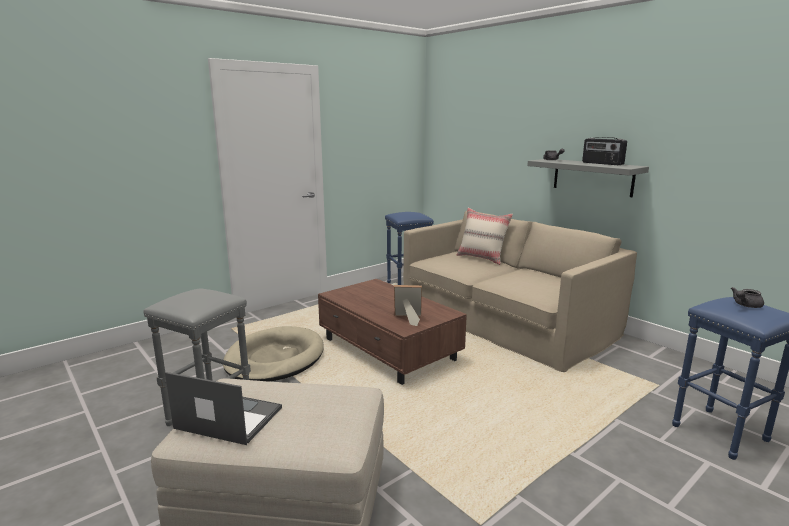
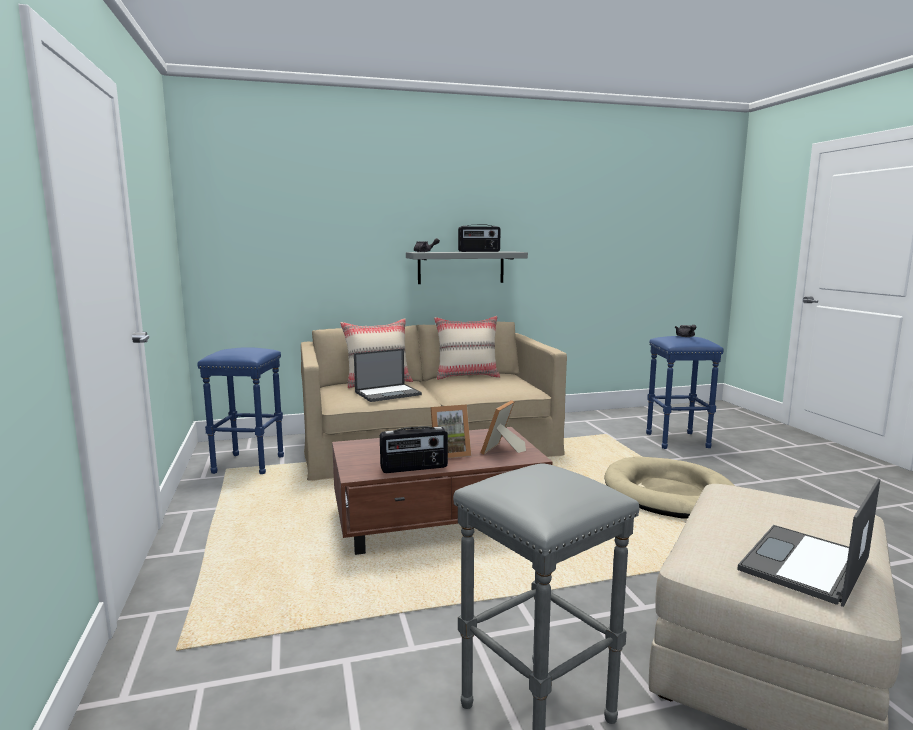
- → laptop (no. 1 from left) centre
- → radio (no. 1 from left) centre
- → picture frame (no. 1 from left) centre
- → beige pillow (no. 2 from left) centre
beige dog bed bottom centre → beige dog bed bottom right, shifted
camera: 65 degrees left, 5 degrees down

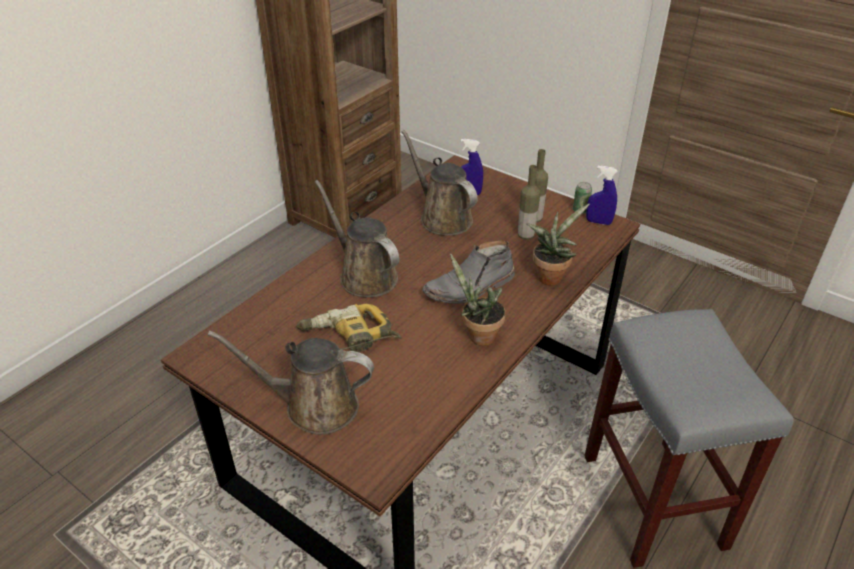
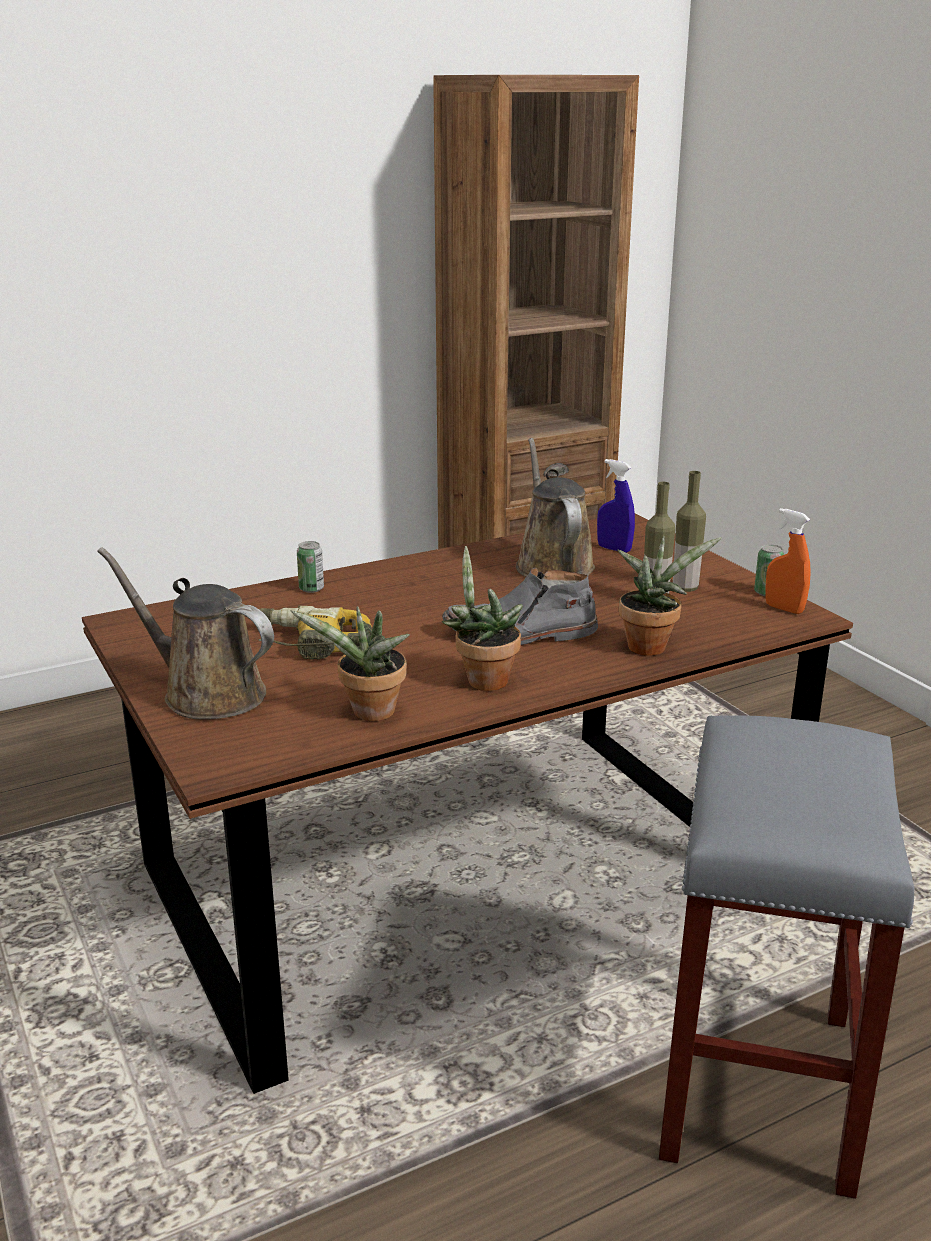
- → potted plant (no. 1 from left) centre
- → can (no. 1 from left) middle left
blue spray bottle (no. 2 from left) middle right → orange spray bottle middle right
brown watering can (no. 2 from left) centre → -
camera: 25 degrees right, 15 degrees down

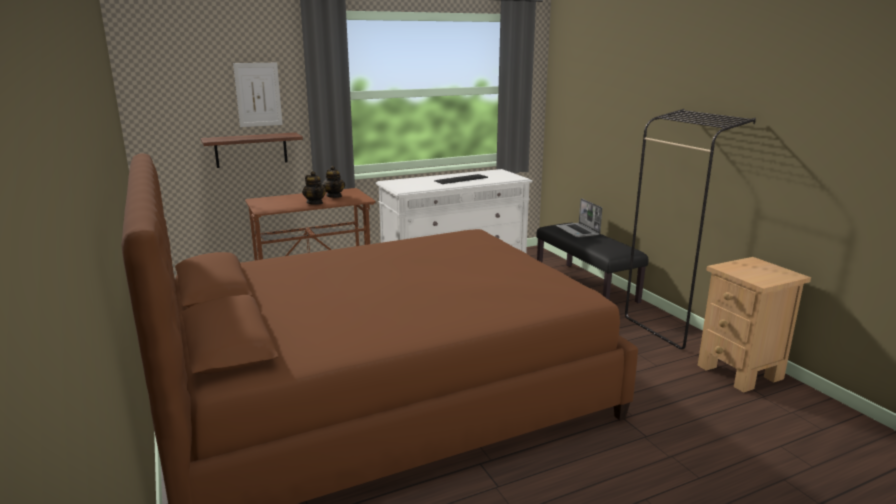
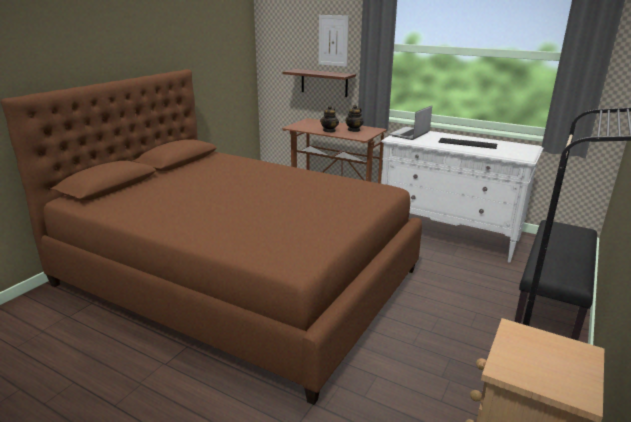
laptop centre → laptop top centre, shifted
camera: 55 degrees right, 5 degrees up

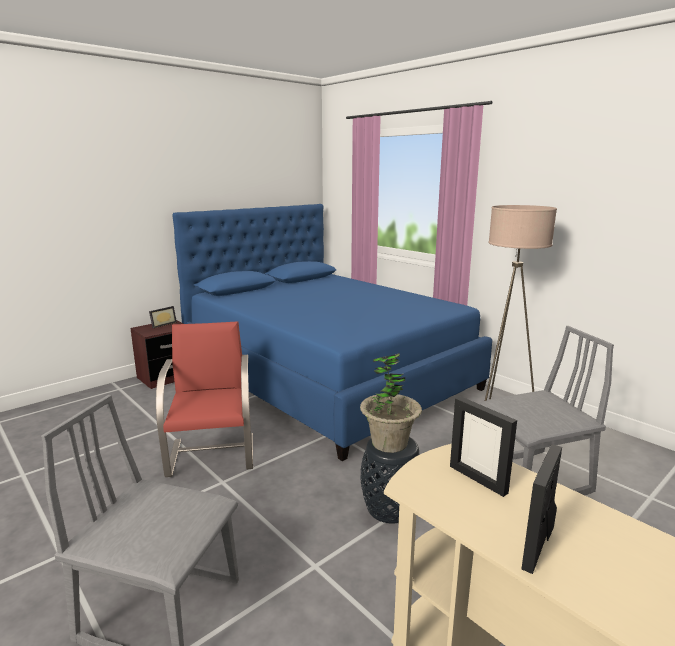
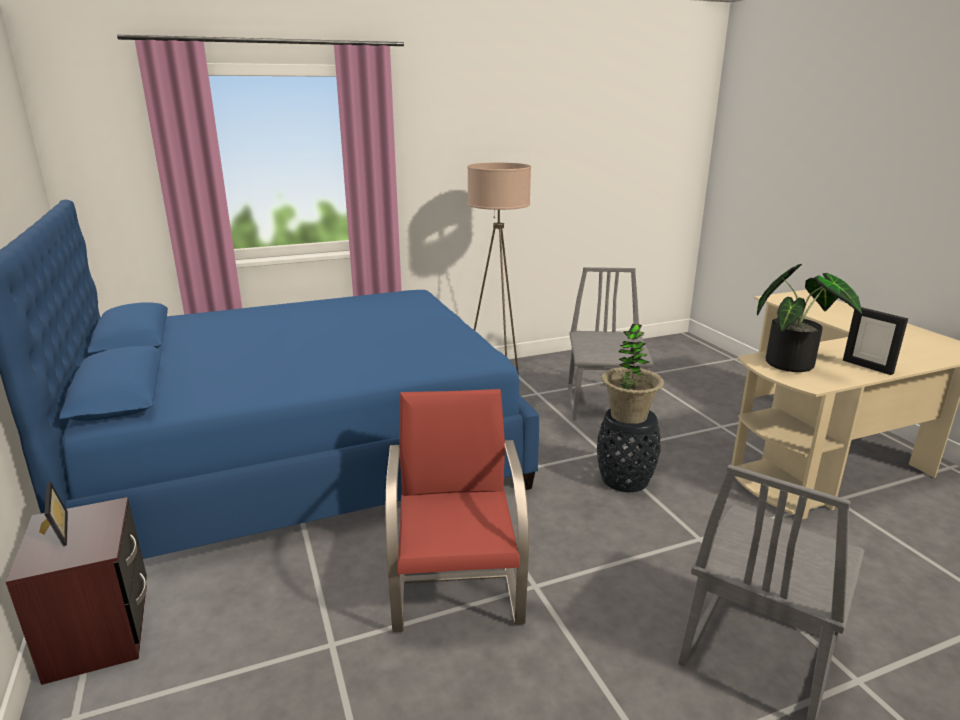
red chair middle left → red chair bottom centre, 75 degrees clockwise
picture frame (no. 2 from left) bottom right → potted plant (no. 2 from left) middle right
camera: 70 degrees left, 5 degrees up

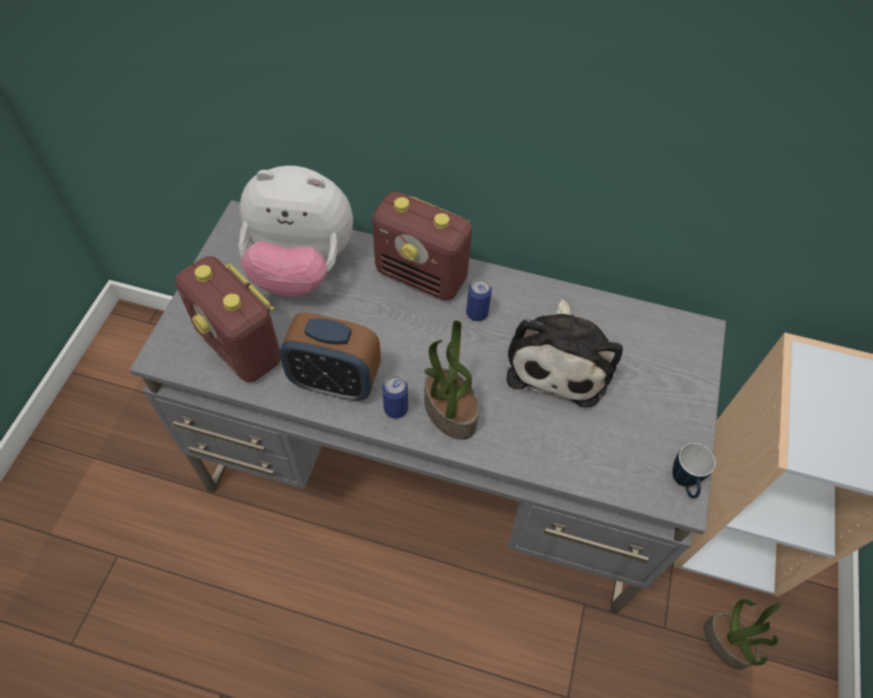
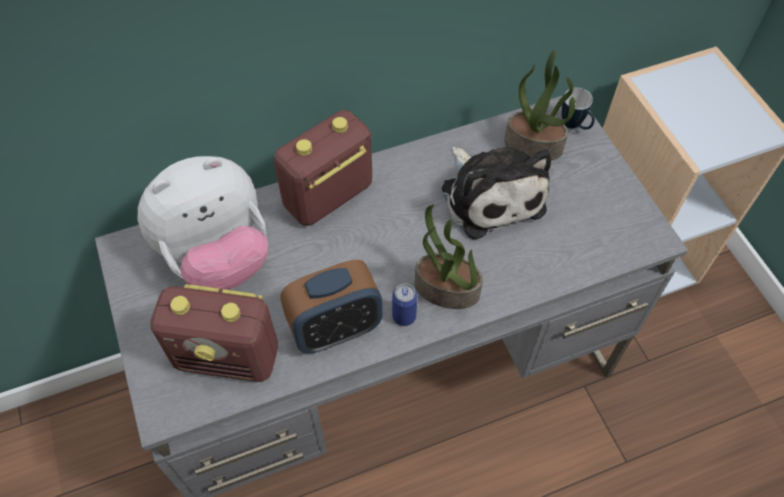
radio (no. 2 from left) centre, 150 degrees clockwise
potted plant (no. 2 from left) bottom right → potted plant (no. 2 from left) top right, shifted
mug bottom right → mug top right, shifted
can (no. 2 from left) centre → -
camera: 35 degrees left, 0 degrees up

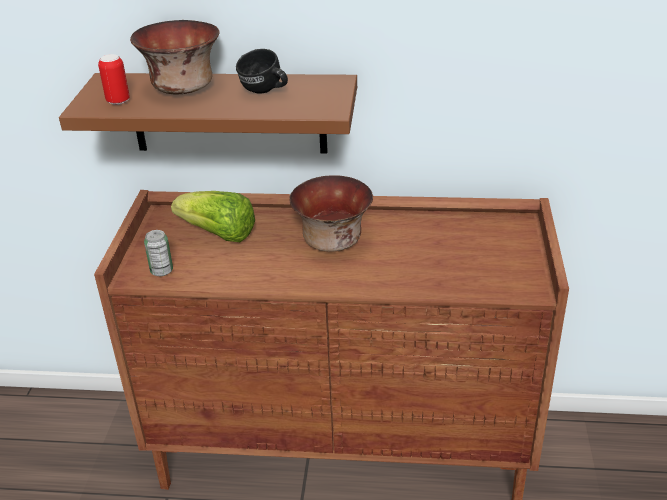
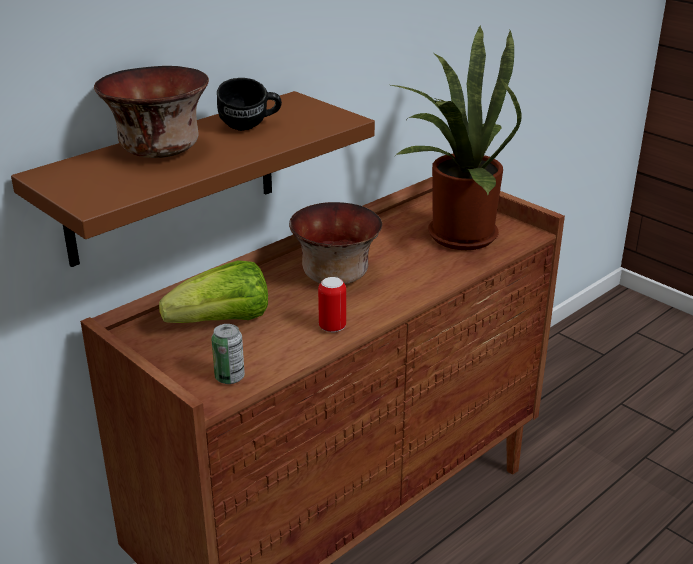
can (no. 1 from left in the first image) top left → can (no. 2 from left) centre, shifted
- → potted plant top centre
camera: 50 degrees left, 5 degrees down

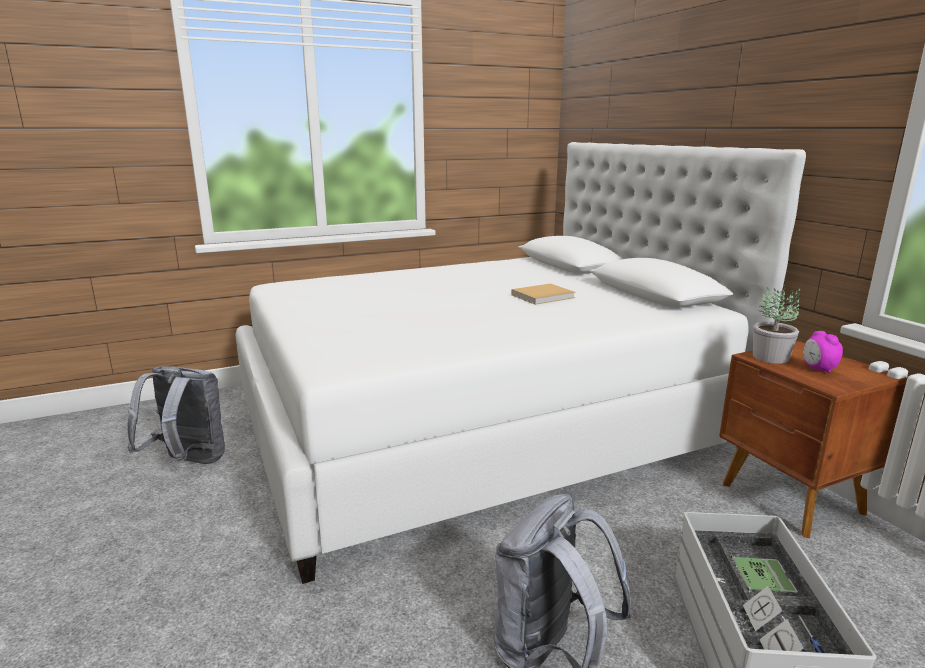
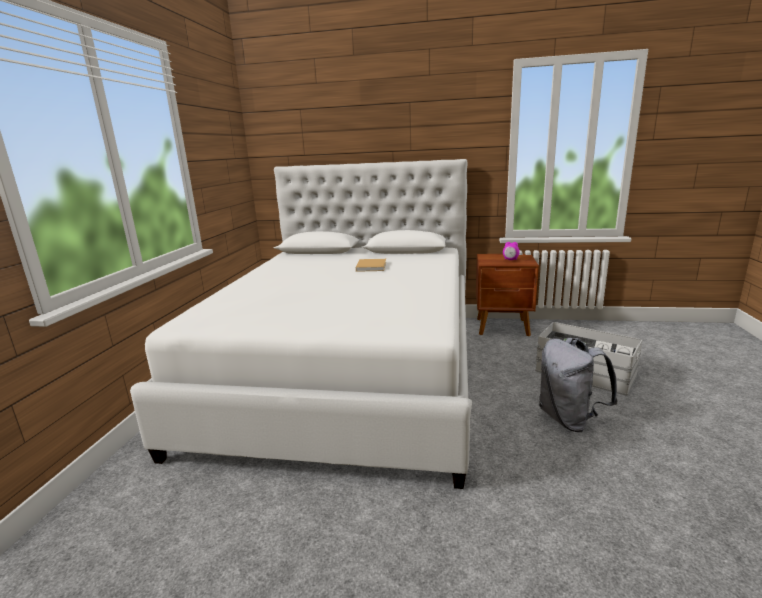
grey backpack (no. 1 from left) middle left → -
potted plant middle right → -
camera: 55 degrees left, 0 degrees up

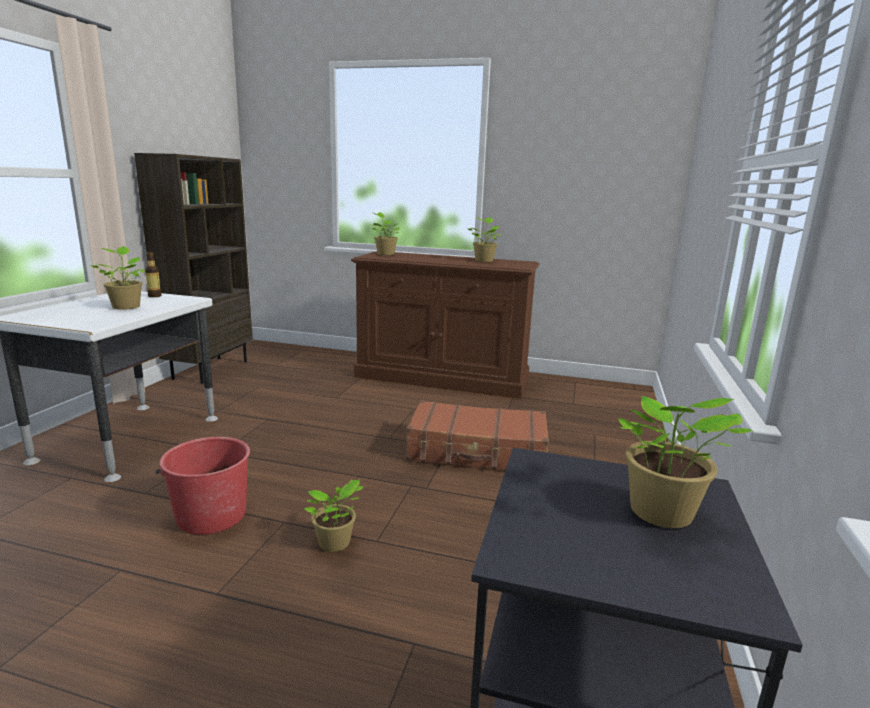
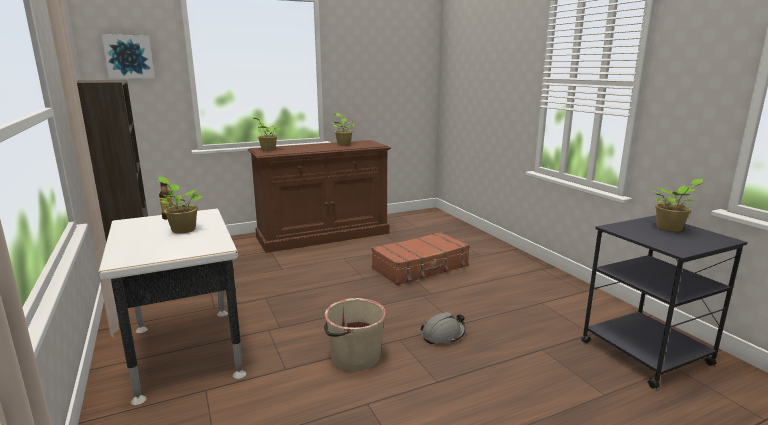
- → picture top left
red bucket bottom left → beige bucket bottom centre
potted plant (no. 2 from left) bottom centre → grey hard hat bottom centre
camera: 40 degrees left, 0 degrees up

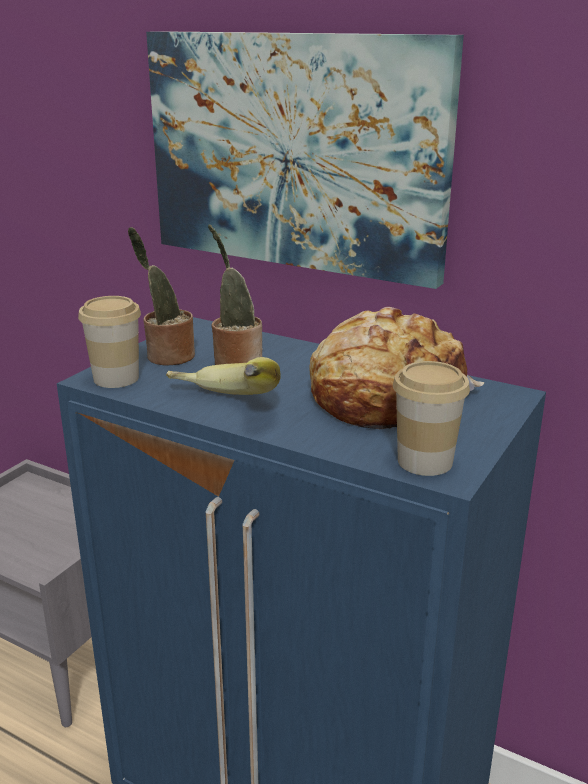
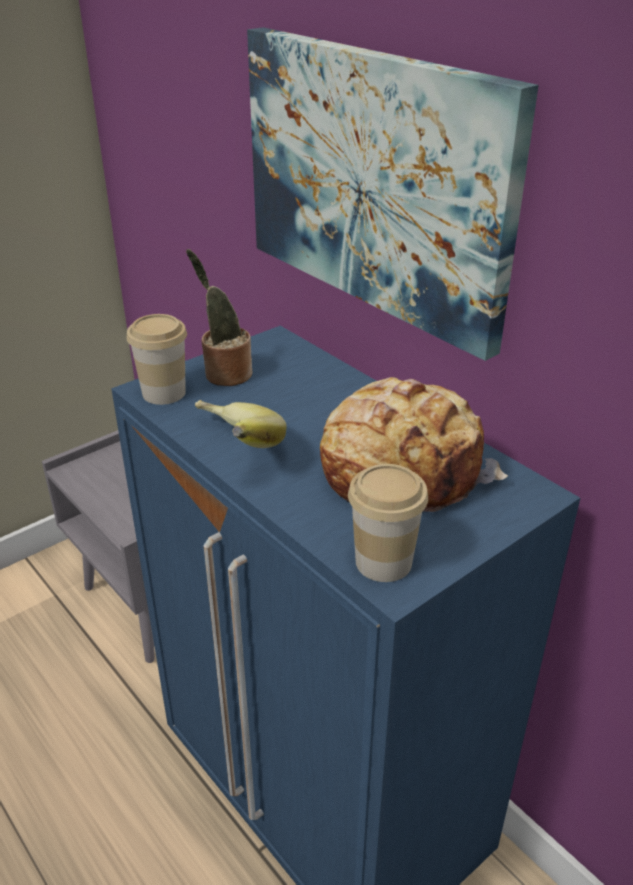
potted plant (no. 2 from left) centre → -
camera: 20 degrees right, 10 degrees up

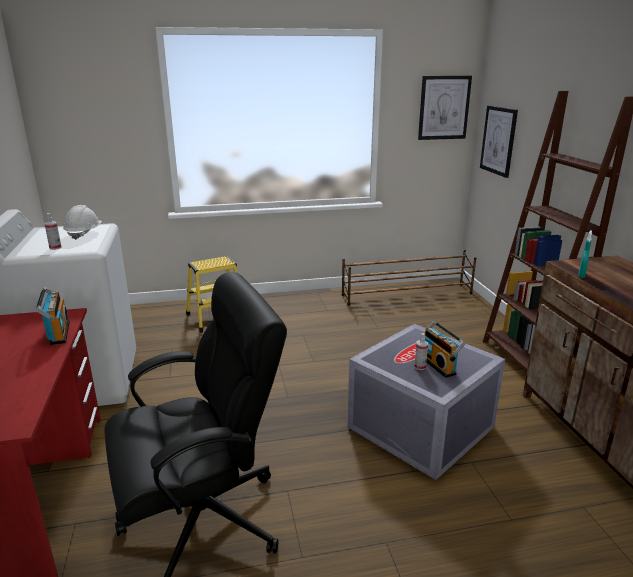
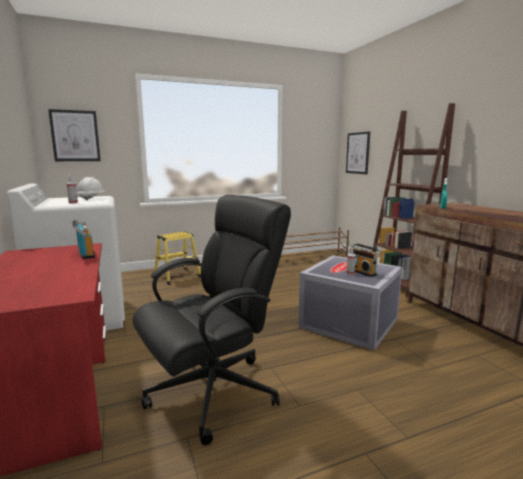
picture (no. 1 from left) top right → picture (no. 1 from left) top left, shifted
camera: 10 degrees left, 10 degrees down

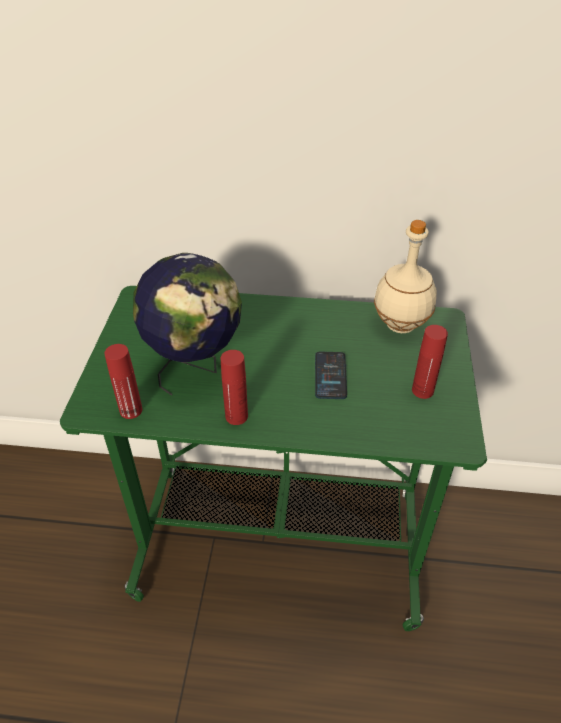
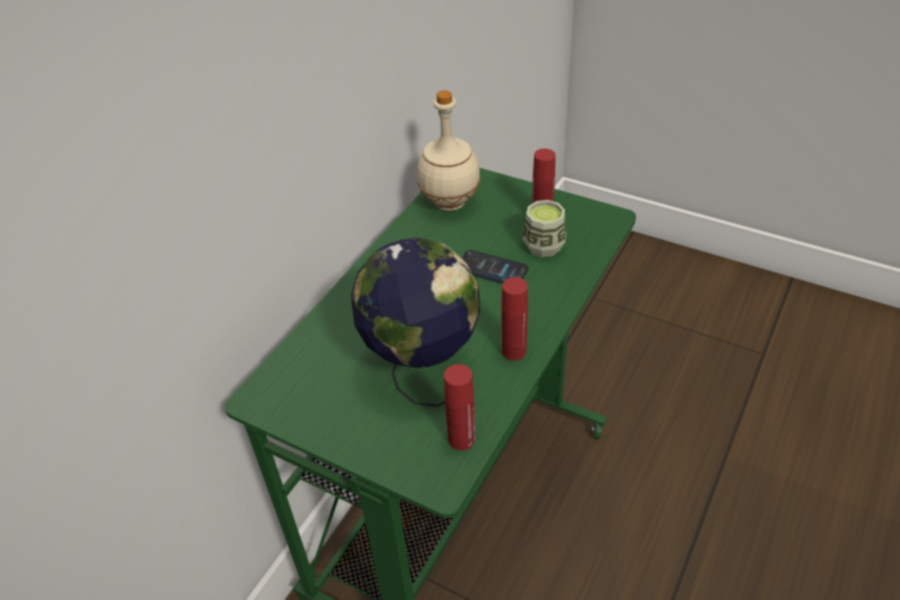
- → cup centre
camera: 65 degrees left, 0 degrees up

